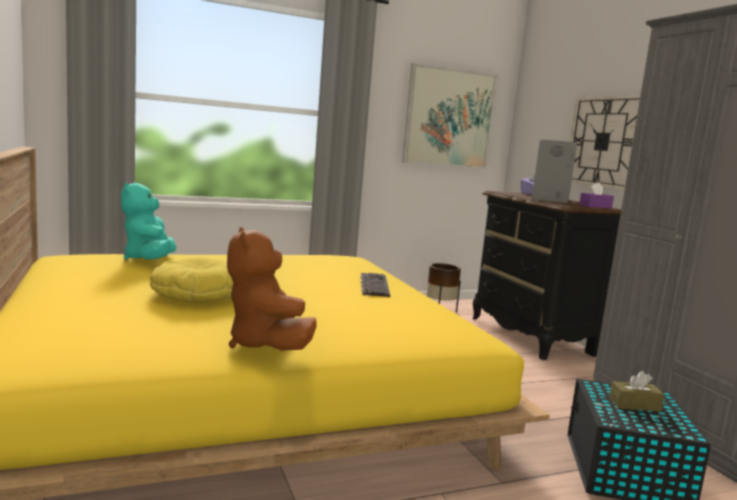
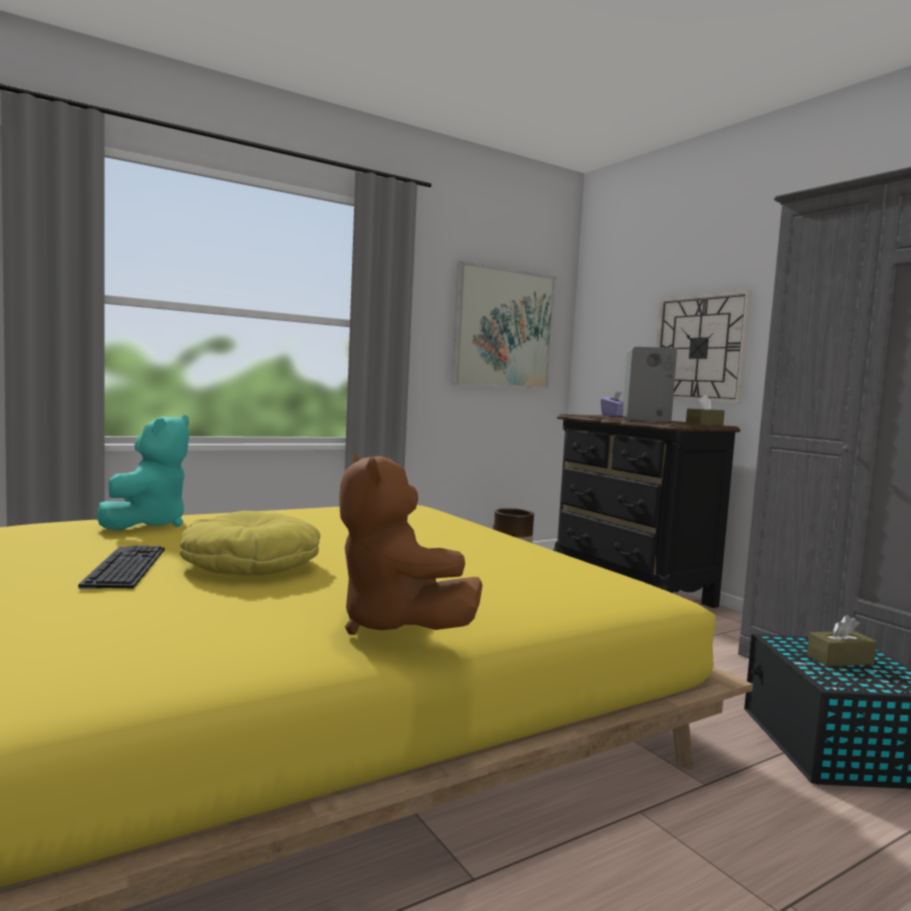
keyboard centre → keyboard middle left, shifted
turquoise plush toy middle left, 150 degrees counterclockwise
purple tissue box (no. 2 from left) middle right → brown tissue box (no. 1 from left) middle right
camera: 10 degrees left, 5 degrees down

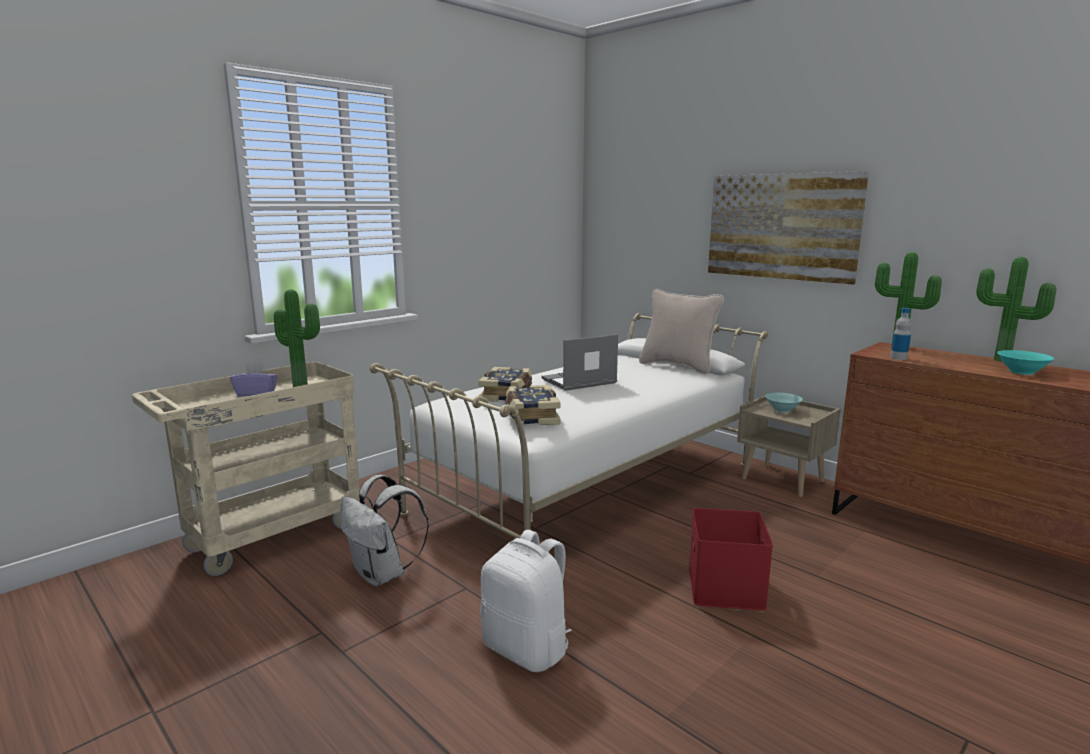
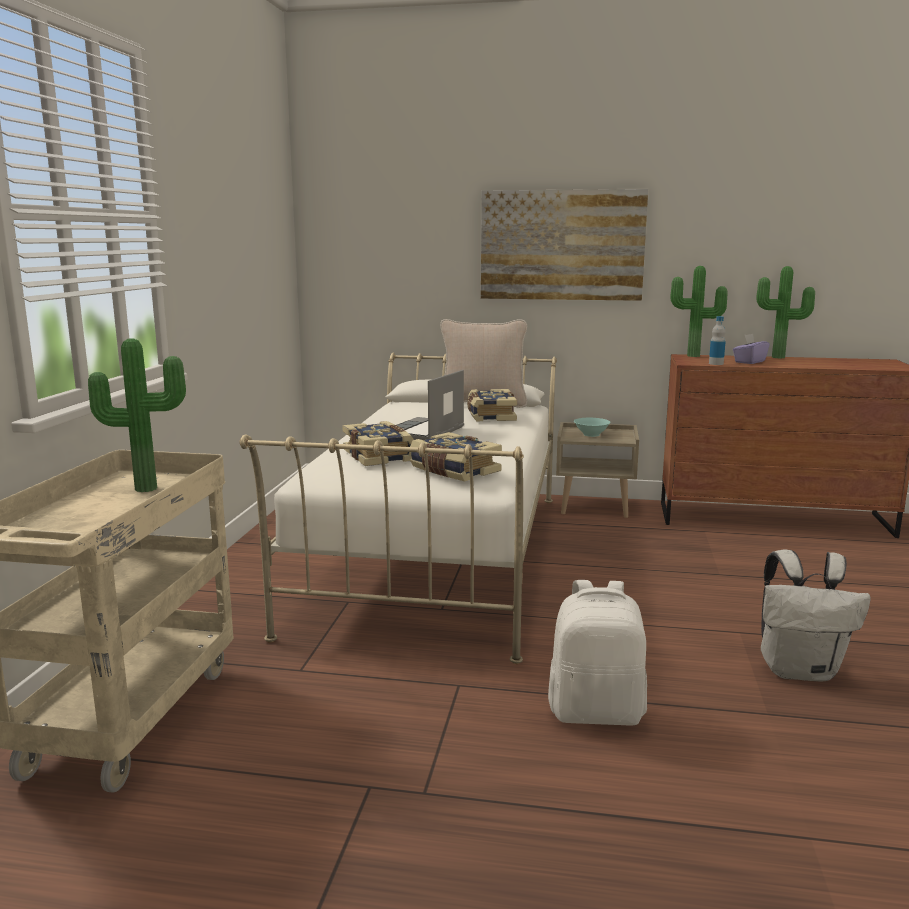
- → book (no. 3 from left) centre
purple tissue box middle left → purple tissue box middle right, shifted
white backpack (no. 1 from left in the first image) bottom centre → white backpack (no. 2 from left) bottom right, shifted
red storage box bottom right → -
turquoise bowl (no. 2 from left) middle right → -
camera: 35 degrees left, 0 degrees up

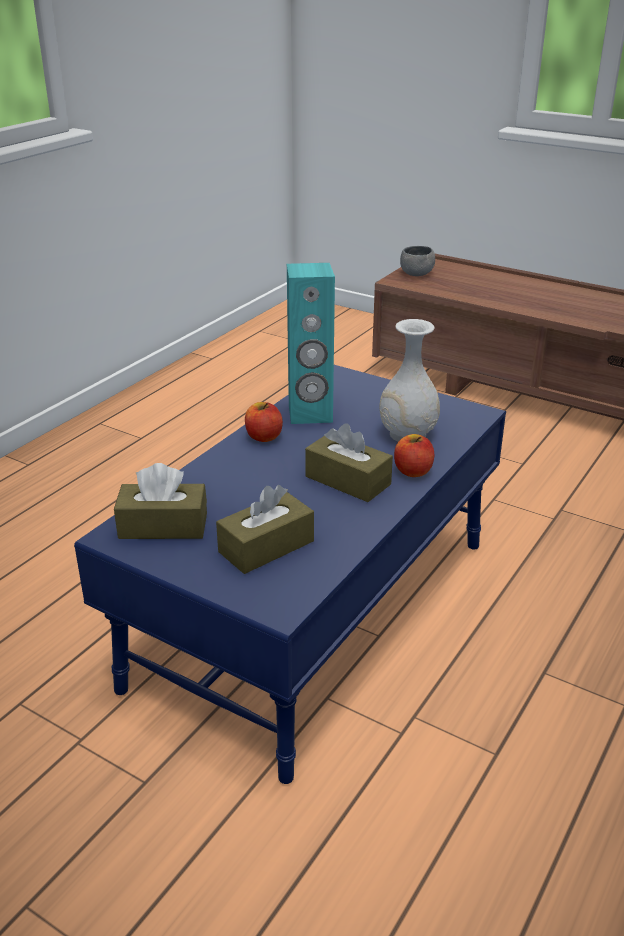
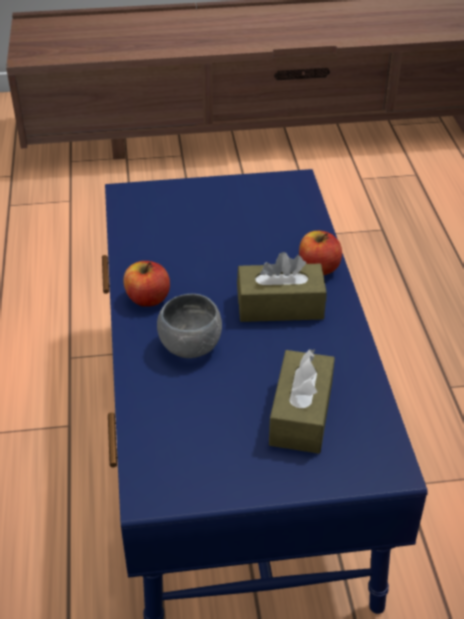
grey bowl top right → grey bowl centre, shifted
brown tissue box (no. 1 from left) middle left → -
turquoise speaker centre → -
white vase centre → -
camera: 40 degrees left, 10 degrees up

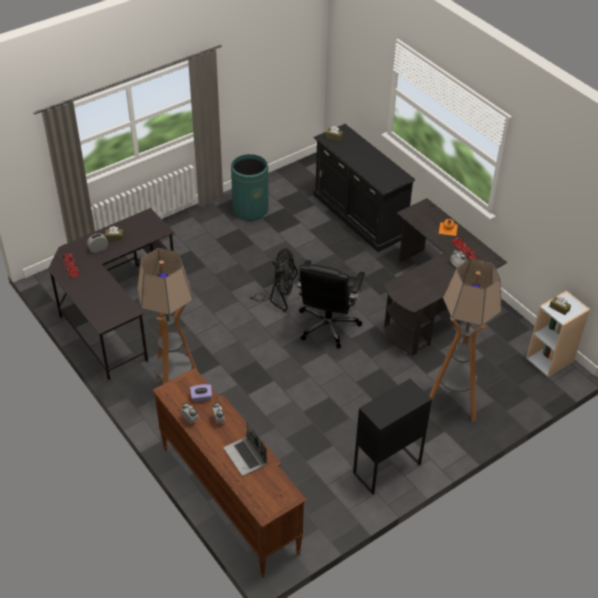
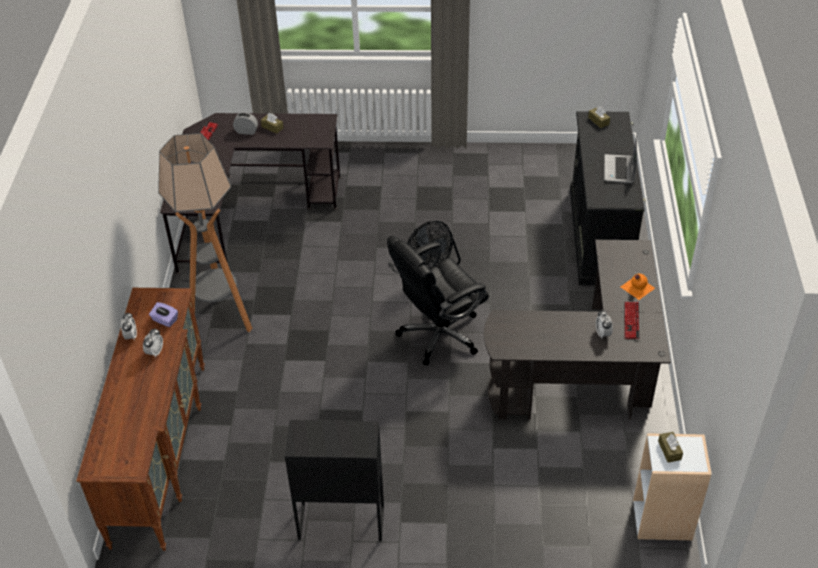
laptop bottom centre → laptop top right, shifted
green trash can top centre → -
floor lamp (no. 2 from left) middle right → -
camera: 40 degrees right, 0 degrees up

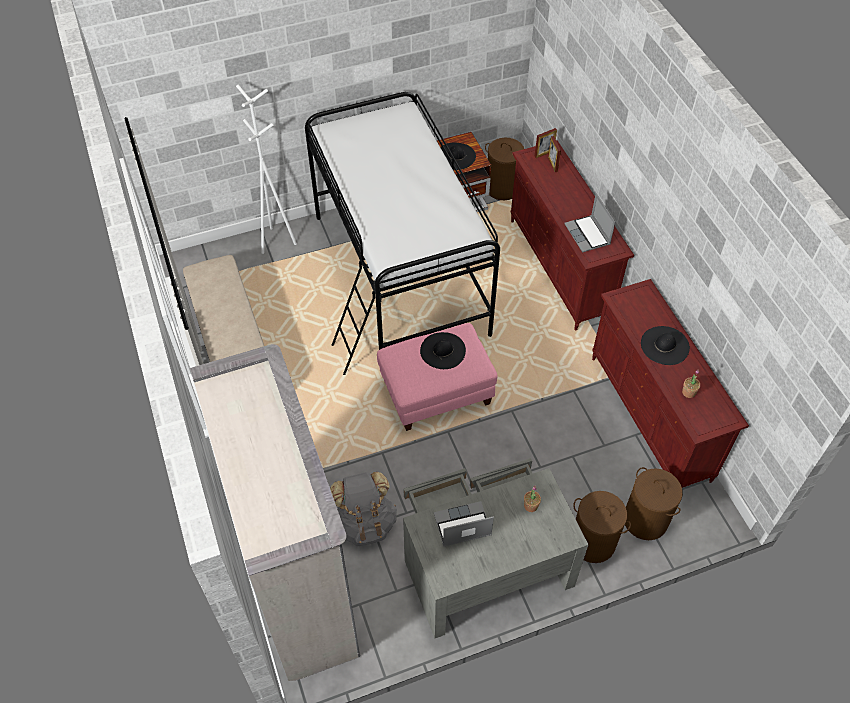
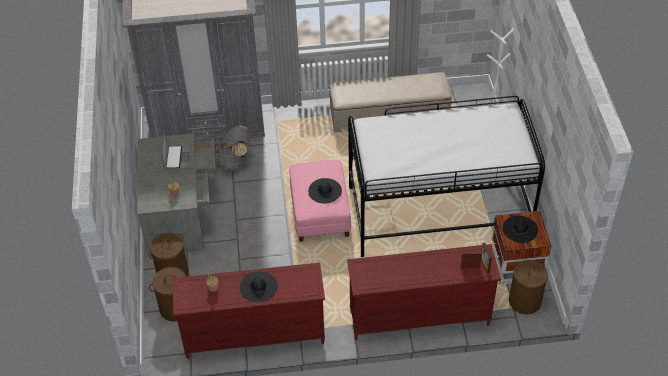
laptop (no. 2 from left) top right → -
camera: 105 degrees right, 5 degrees down

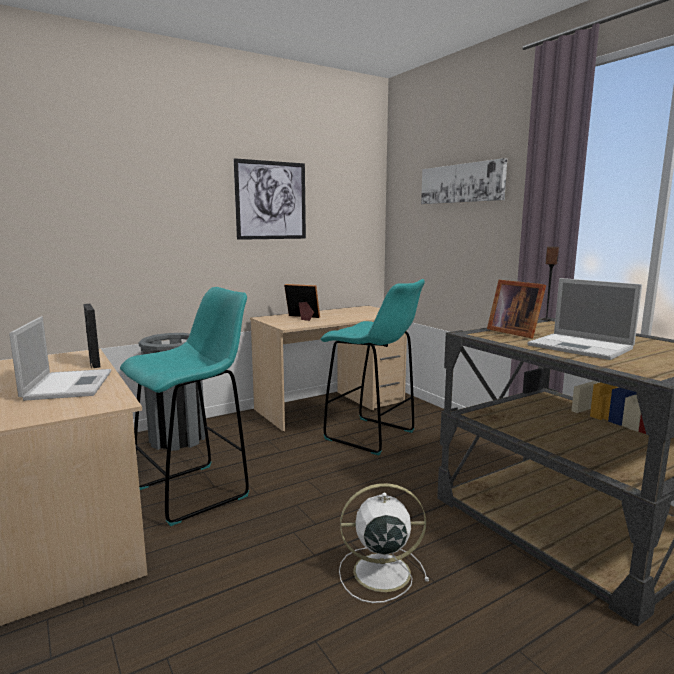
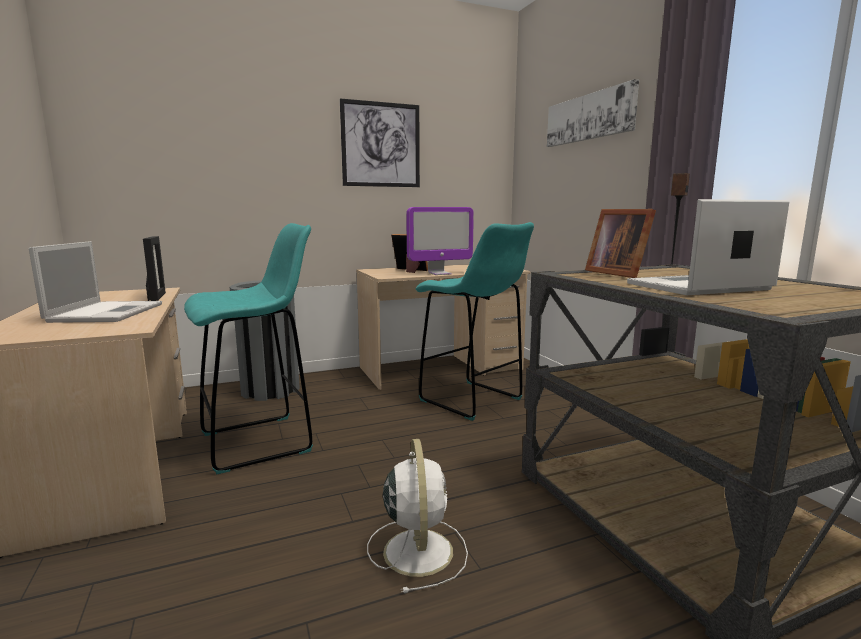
white fan bottom centre, 75 degrees clockwise
- → monitor centre
laptop (no. 2 from left) middle right, 105 degrees clockwise
camera: 10 degrees right, 0 degrees up

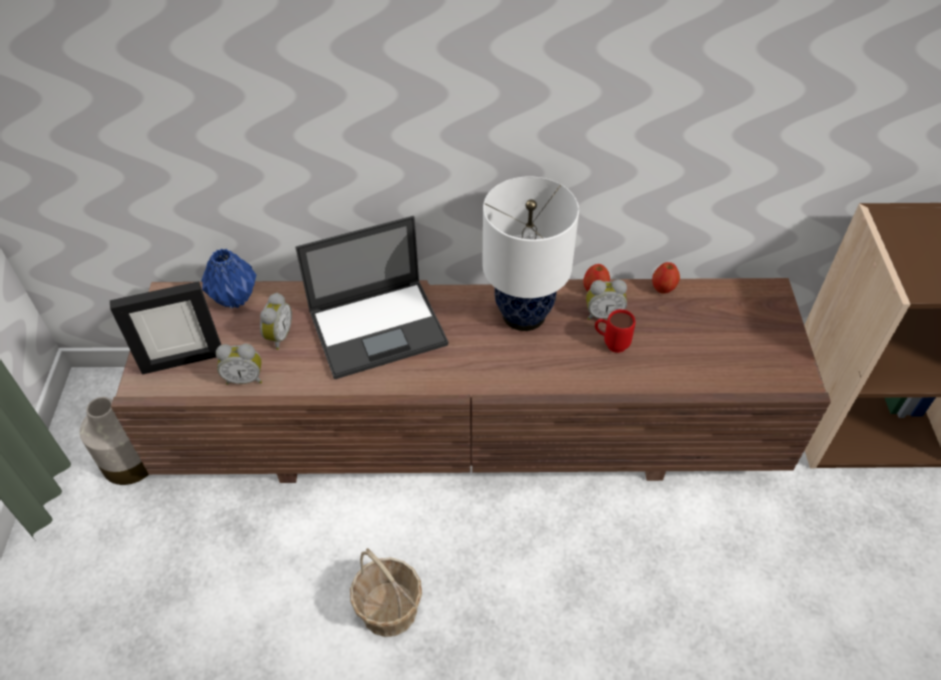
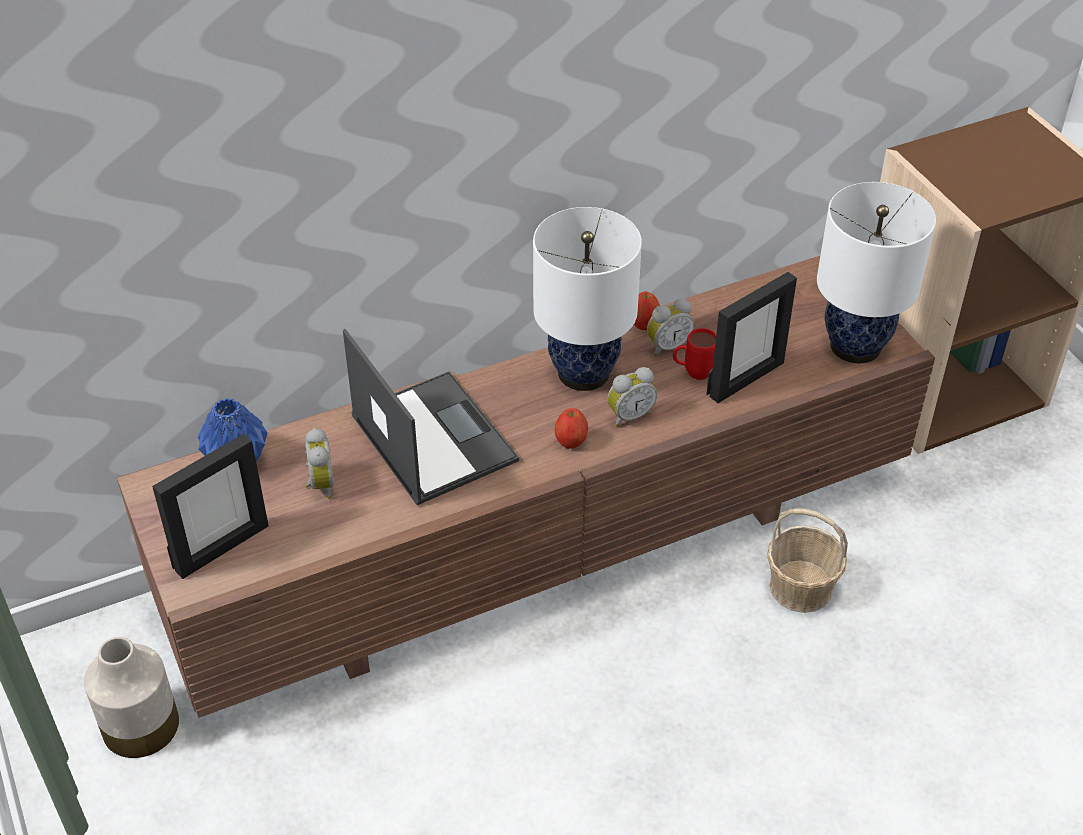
laptop centre, 75 degrees counterclockwise
apple (no. 2 from left in the first image) middle right → apple (no. 1 from left) centre, shifted
alarm clock (no. 1 from left in the first image) middle left → alarm clock (no. 2 from left) centre, shifted
- → picture frame (no. 2 from left) middle right
basket bottom centre → basket bottom right, shifted
- → white table lamp (no. 2 from left) top right
camera: 25 degrees left, 5 degrees down

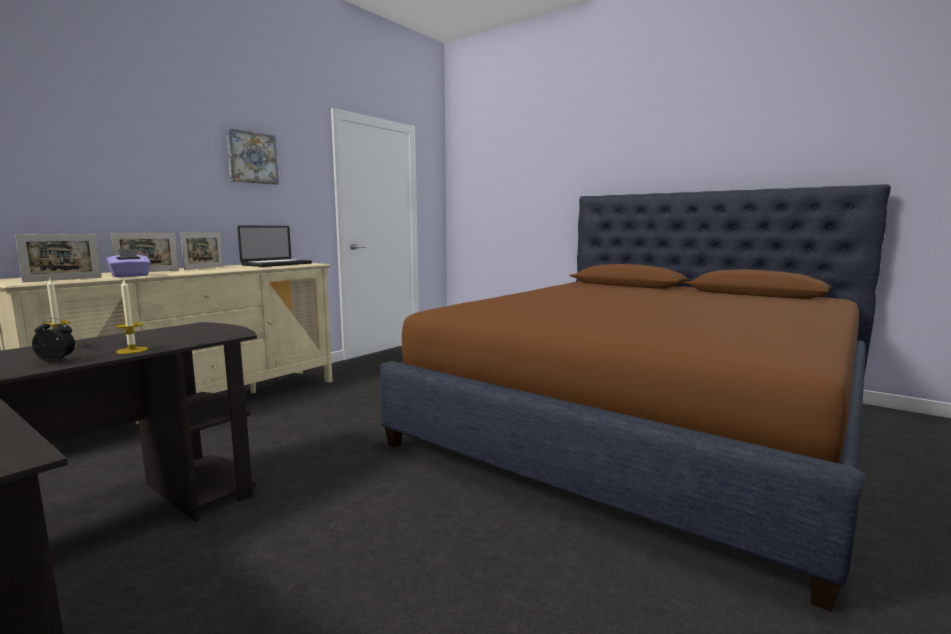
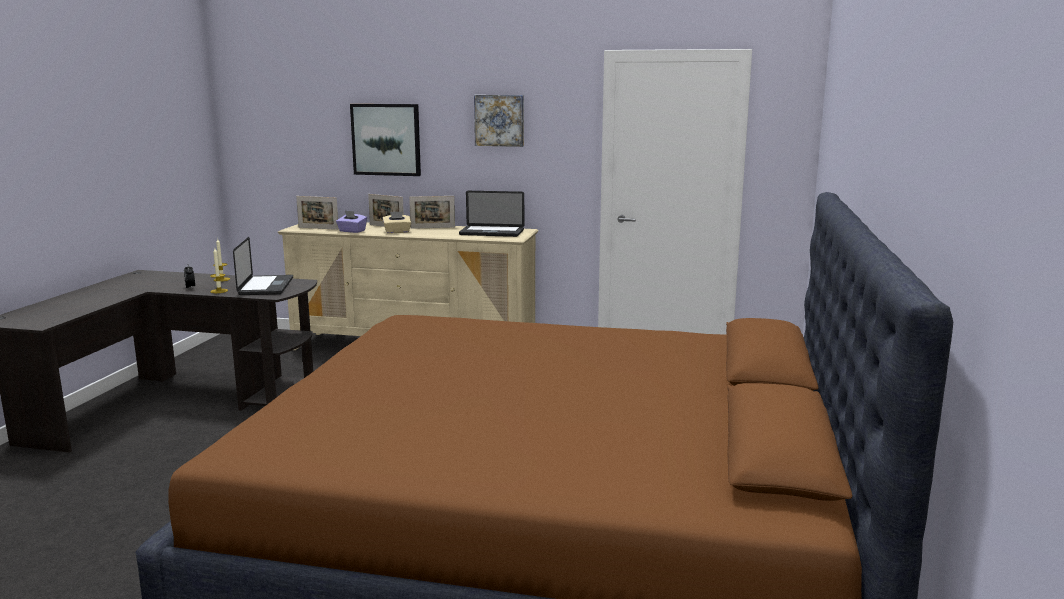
- → laptop (no. 1 from left) middle left
- → picture (no. 1 from left) top centre
- → beige tissue box centre
camera: 65 degrees right, 5 degrees up

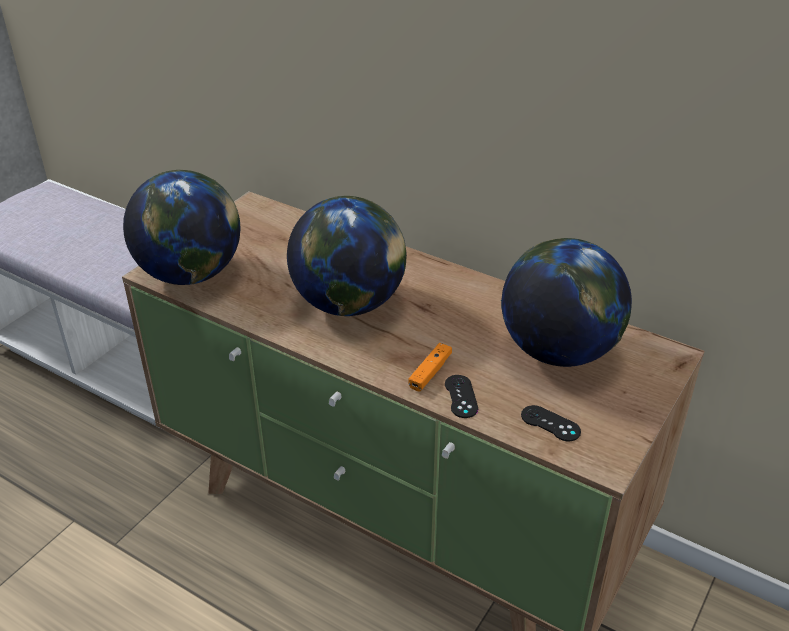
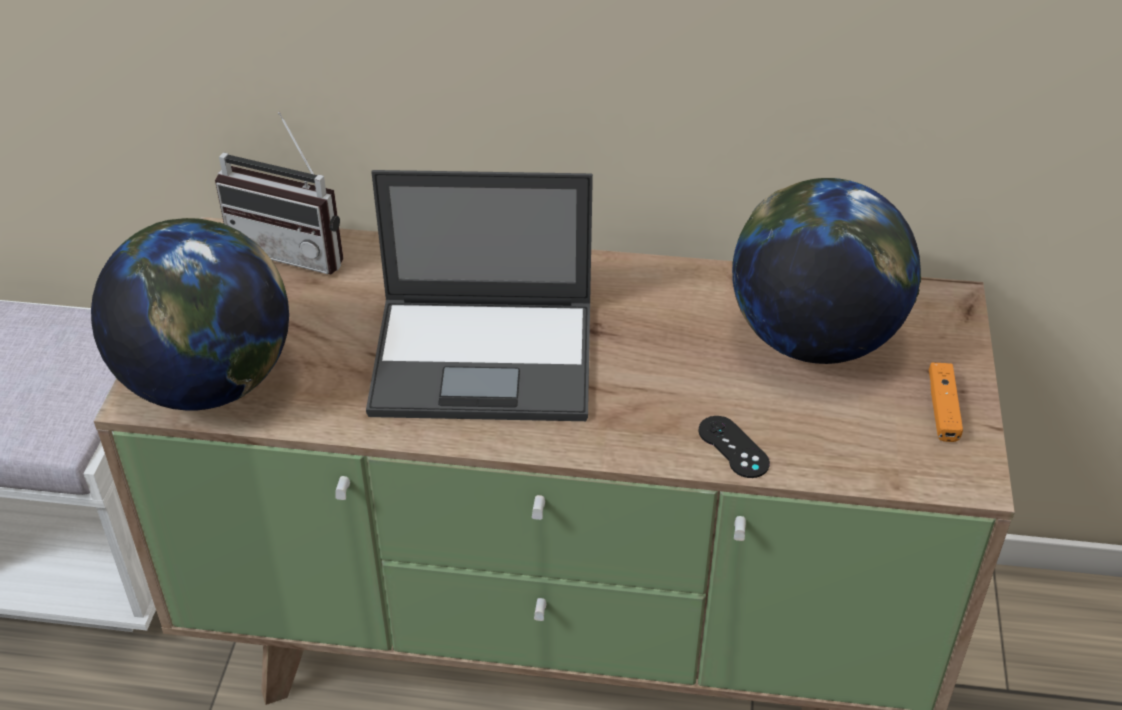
- → radio top left
globe (no. 2 from left) centre → laptop centre
orange game controller centre → orange game controller middle right, shifted
black game controller (no. 2 from left) bottom right → -
camera: 25 degrees left, 5 degrees up

